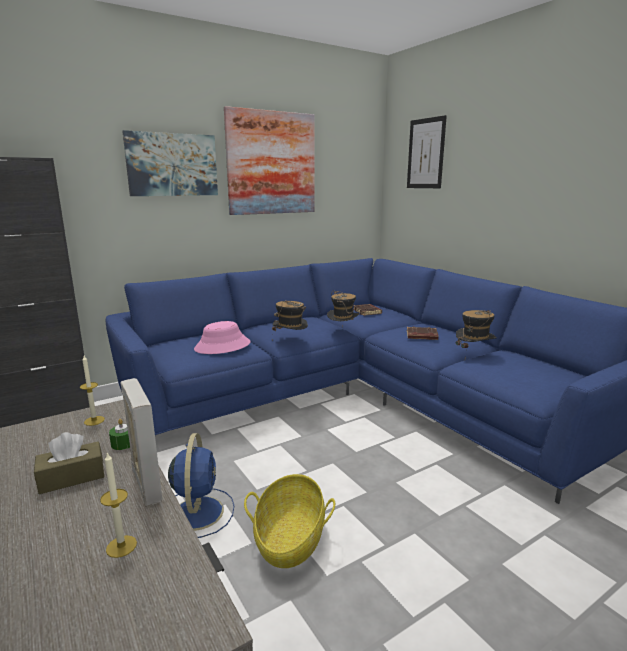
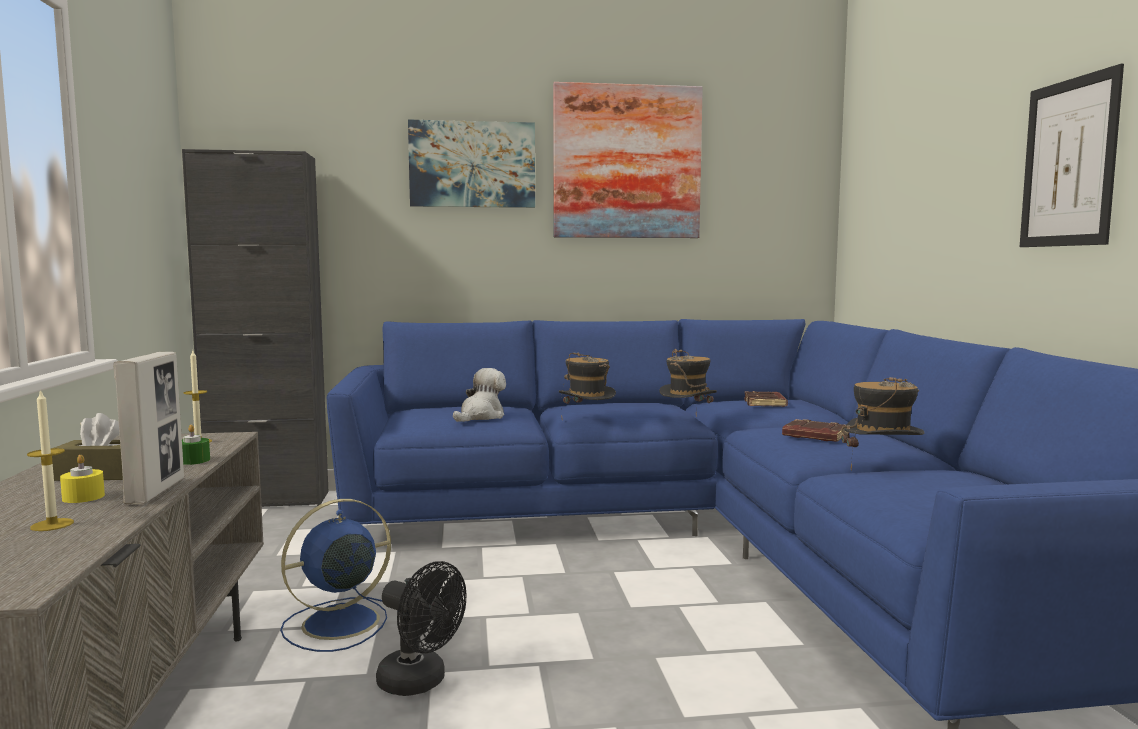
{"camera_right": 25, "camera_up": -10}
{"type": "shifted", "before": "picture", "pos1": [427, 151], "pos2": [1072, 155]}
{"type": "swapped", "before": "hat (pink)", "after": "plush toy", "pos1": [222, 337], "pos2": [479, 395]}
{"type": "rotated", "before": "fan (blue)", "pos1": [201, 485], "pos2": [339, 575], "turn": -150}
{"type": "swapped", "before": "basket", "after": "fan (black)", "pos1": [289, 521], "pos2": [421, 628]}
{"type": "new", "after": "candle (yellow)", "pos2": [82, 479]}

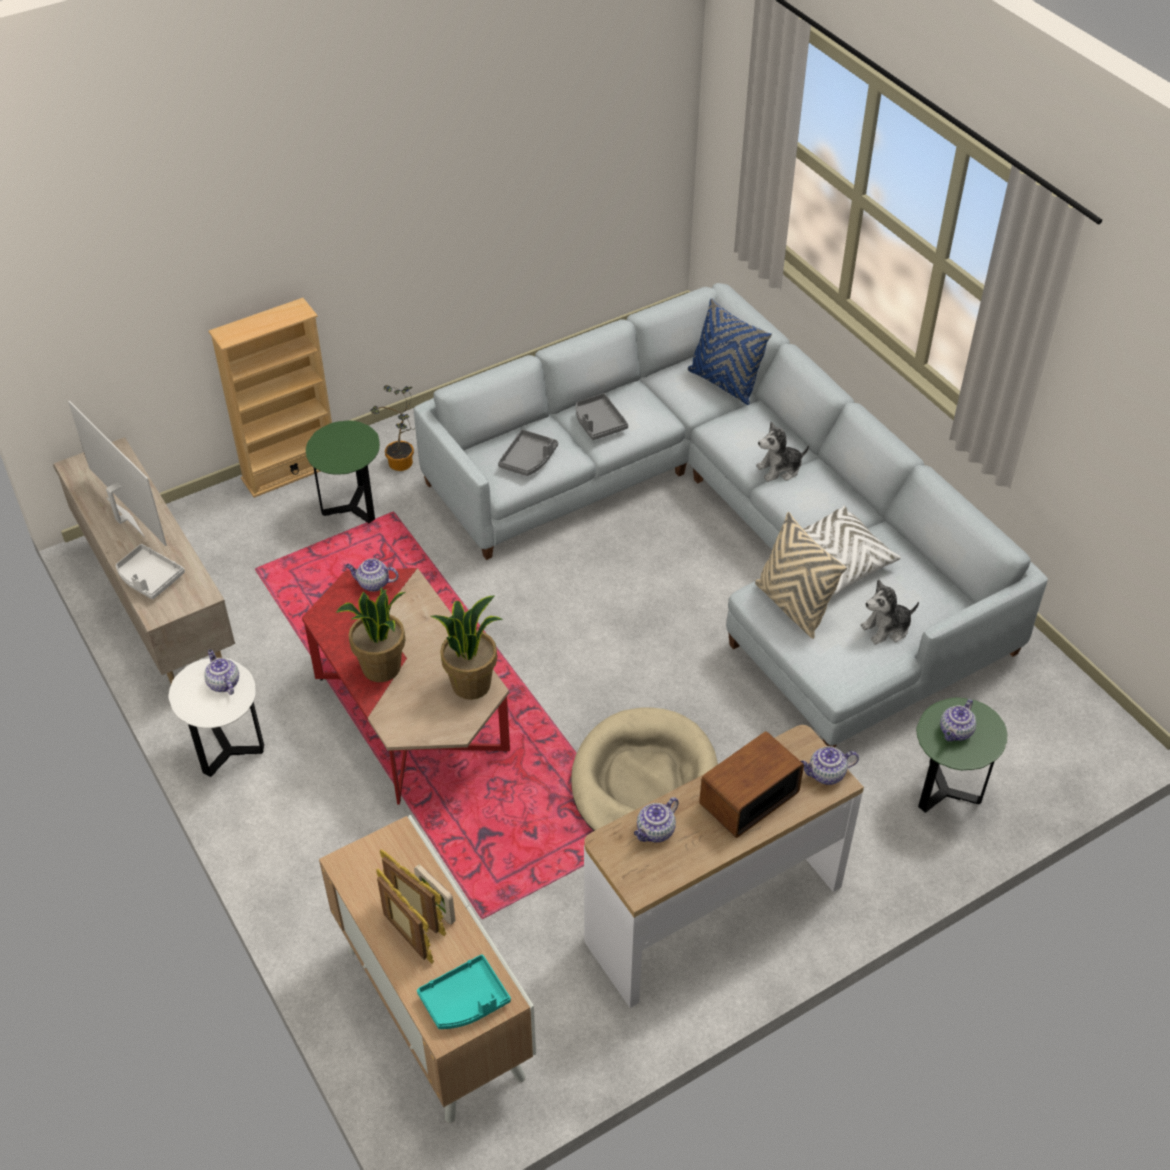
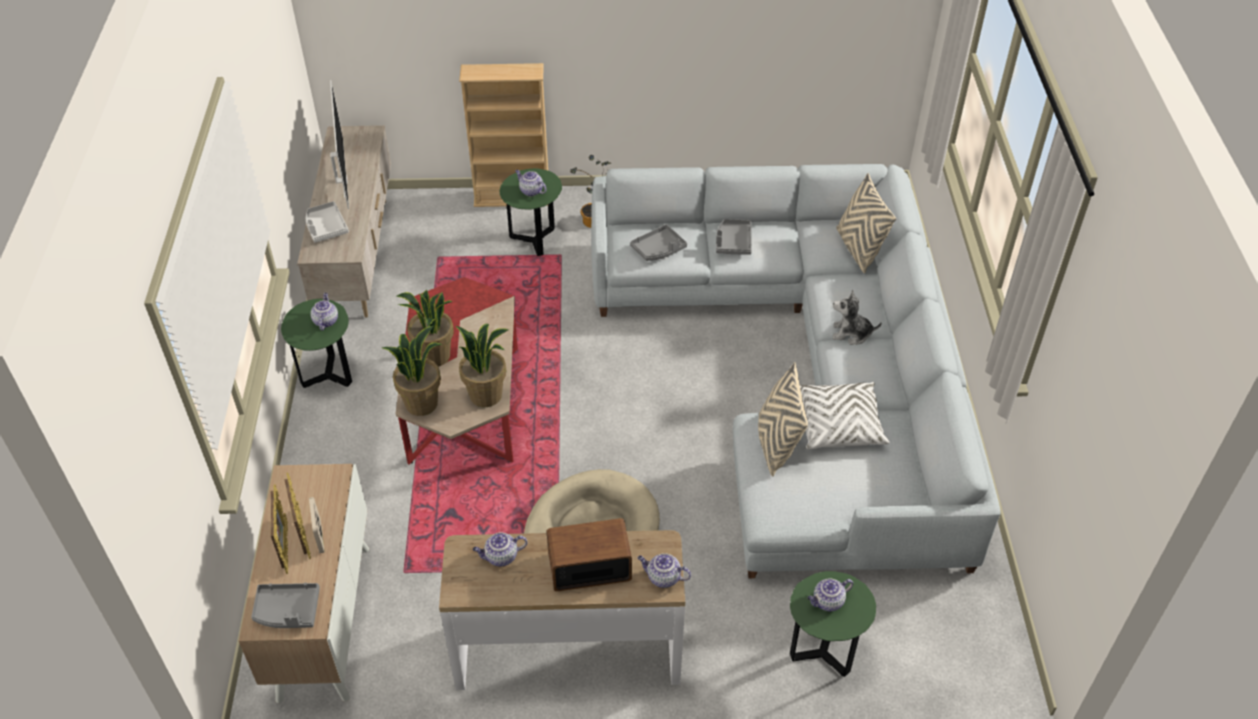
{"camera_right": 30, "camera_up": 0}
{"type": "repainted", "before": "pillow (blue)", "after": "pillow (beige)", "pos1": [730, 351], "pos2": [866, 223]}
{"type": "shifted", "before": "teapot", "pos1": [372, 575], "pos2": [531, 183]}
{"type": "gone", "before": "plush toy", "pos1": [889, 612]}
{"type": "repainted", "before": "side table (white)", "after": "side table (green)", "pos1": [216, 717], "pos2": [316, 343]}
{"type": "repainted", "before": "tray (turquoise)", "after": "tray (grey)", "pos1": [464, 991], "pos2": [285, 605]}
{"type": "new", "after": "potted plant", "pos2": [412, 371]}

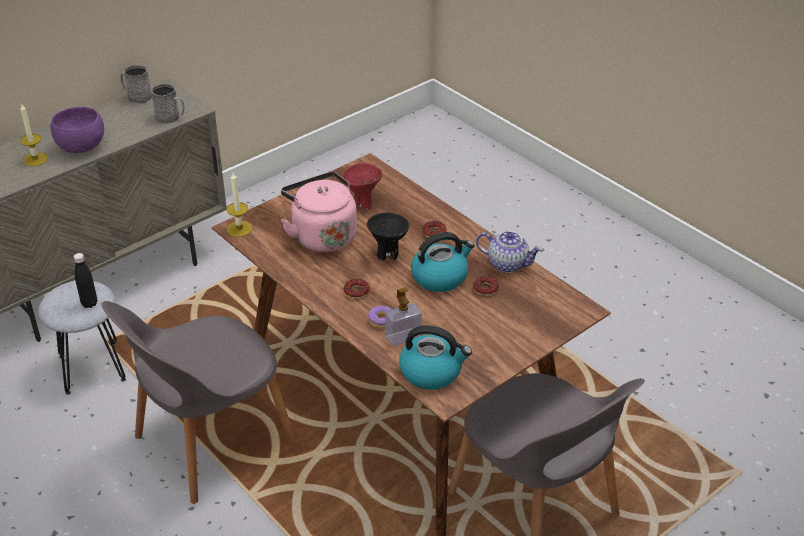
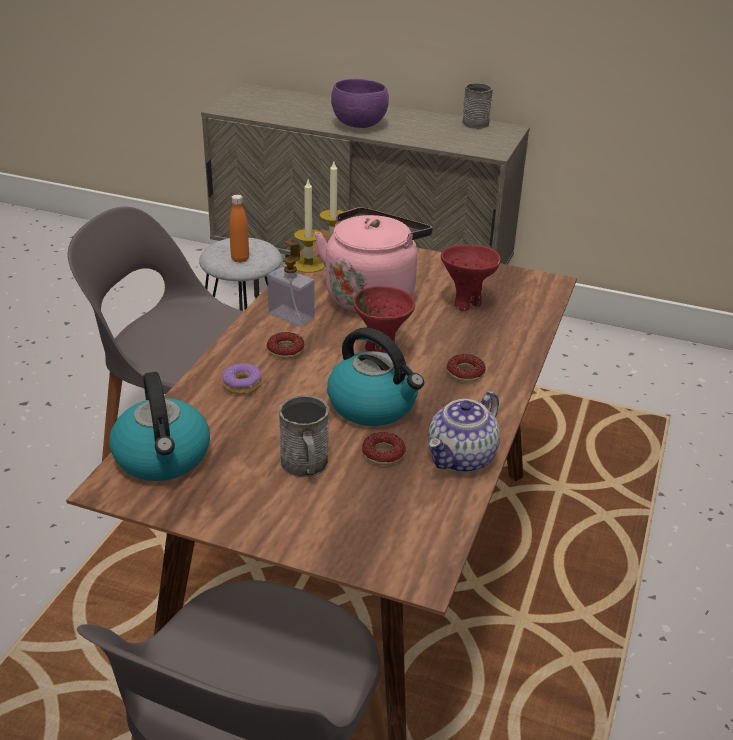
{"camera_right": 60, "camera_up": -5}
{"type": "shifted", "before": "mug (grey)", "pos1": [168, 103], "pos2": [304, 436]}
{"type": "shifted", "before": "candle", "pos1": [34, 134], "pos2": [309, 226]}
{"type": "repainted", "before": "bowl (black)", "after": "bowl (red)", "pos1": [388, 236], "pos2": [384, 319]}
{"type": "rotated", "before": "teapot", "pos1": [509, 252], "pos2": [464, 432], "turn": 45}
{"type": "repainted", "before": "bottle (black)", "after": "bottle (orange)", "pos1": [85, 280], "pos2": [239, 229]}
{"type": "shifted", "before": "soap dispenser", "pos1": [403, 317], "pos2": [291, 283]}

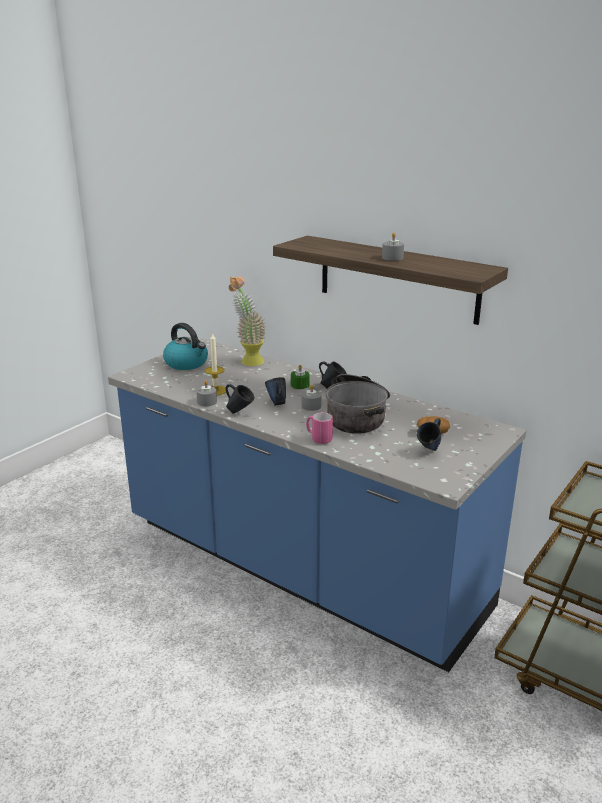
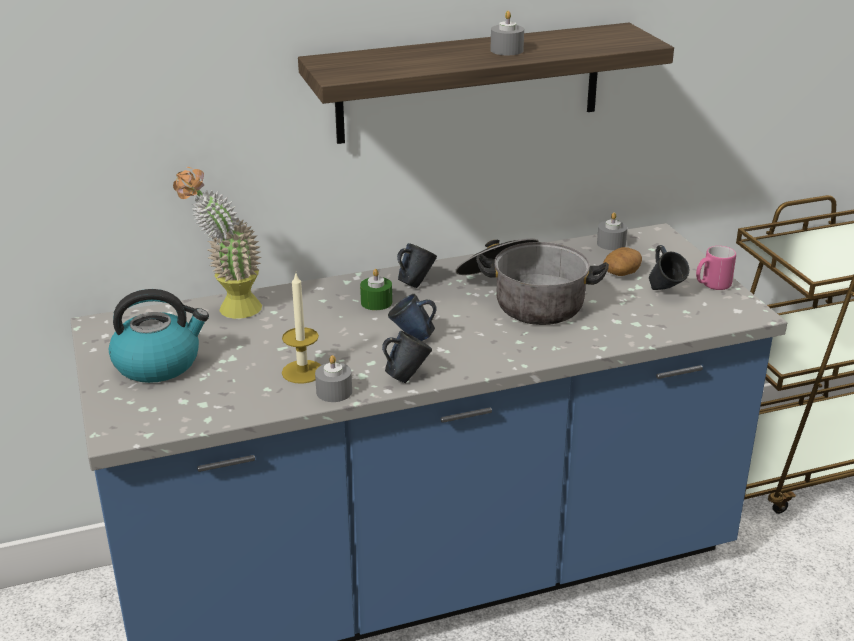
{"camera_right": -55, "camera_up": 5}
{"type": "shifted", "before": "candle (grey)", "pos1": [312, 397], "pos2": [612, 231]}
{"type": "shifted", "before": "mug (pink)", "pos1": [319, 428], "pos2": [716, 268]}

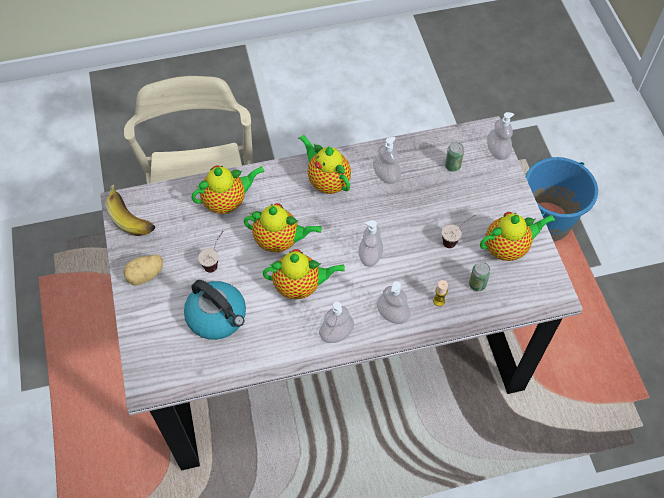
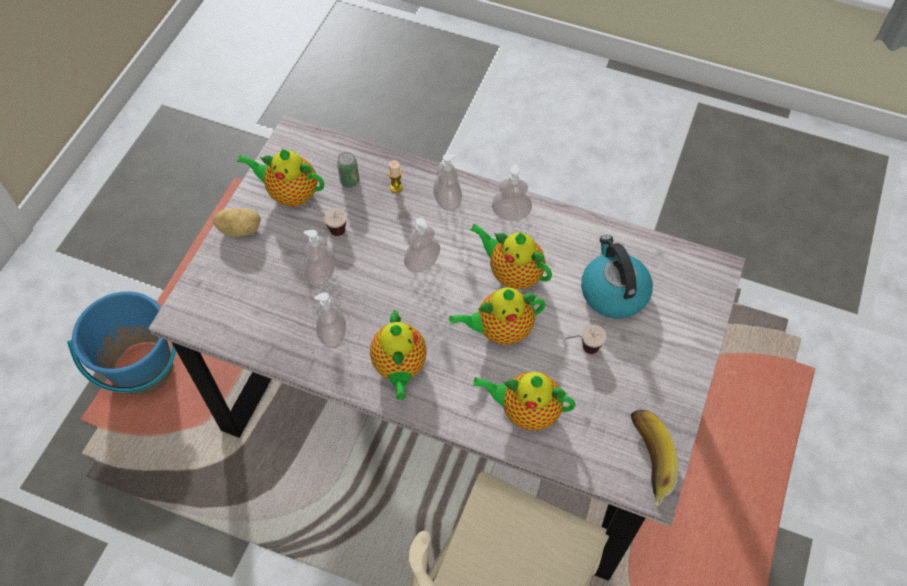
{"camera_right": -145, "camera_up": 0}
{"type": "shifted", "before": "soap dispenser", "pos1": [500, 136], "pos2": [319, 258]}
{"type": "gone", "before": "can", "pos1": [454, 157]}
{"type": "rotated", "before": "teapot", "pos1": [283, 227], "pos2": [497, 316], "turn": -60}
{"type": "shifted", "before": "potato", "pos1": [143, 270], "pos2": [237, 222]}

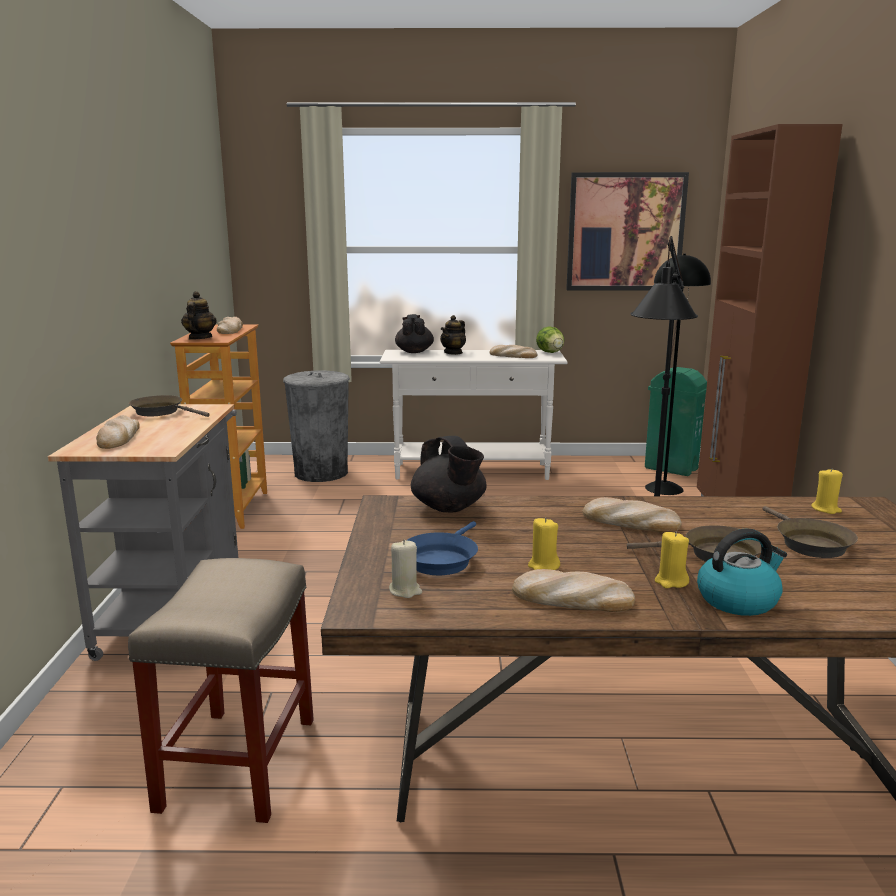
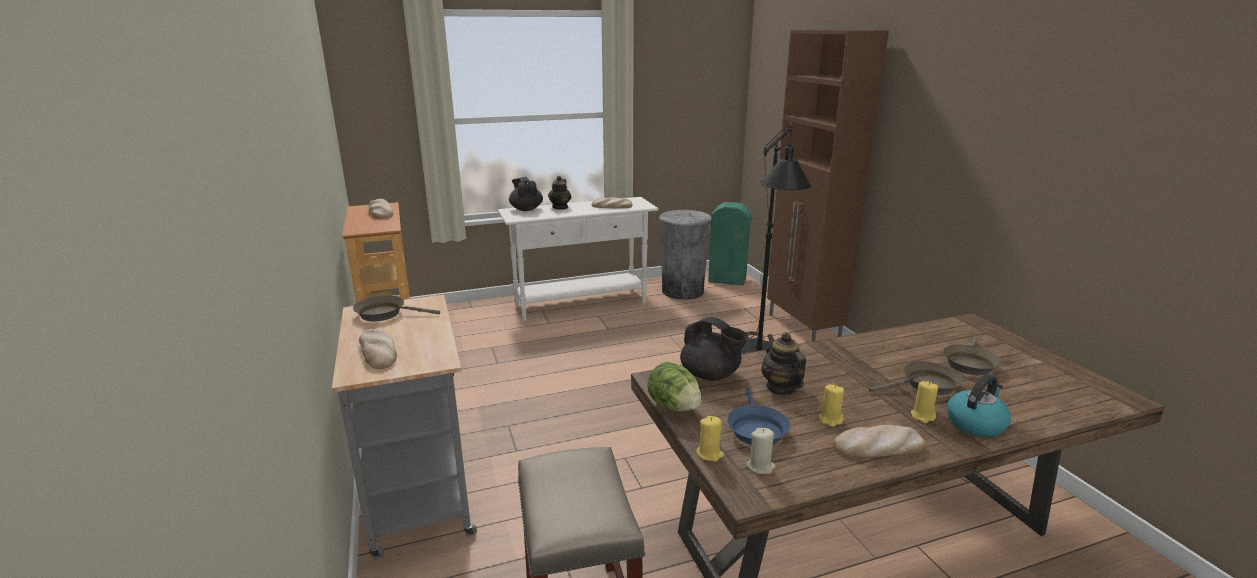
{"camera_right": -20, "camera_up": 5}
{"type": "gone", "before": "picture", "pos1": [627, 231]}
{"type": "gone", "before": "floor lamp (black)", "pos1": [678, 374]}
{"type": "shifted", "before": "teapot", "pos1": [199, 315], "pos2": [783, 363]}
{"type": "shifted", "before": "lettuce", "pos1": [550, 339], "pos2": [674, 387]}
{"type": "shifted", "before": "trash can (grey)", "pos1": [316, 426], "pos2": [685, 255]}
{"type": "shifted", "before": "candle (yellow)", "pos1": [827, 491], "pos2": [710, 439]}
{"type": "gone", "before": "bread", "pos1": [632, 514]}
{"type": "rotated", "before": "frying pan (brown)", "pos1": [810, 532], "pos2": [972, 355], "turn": 60}

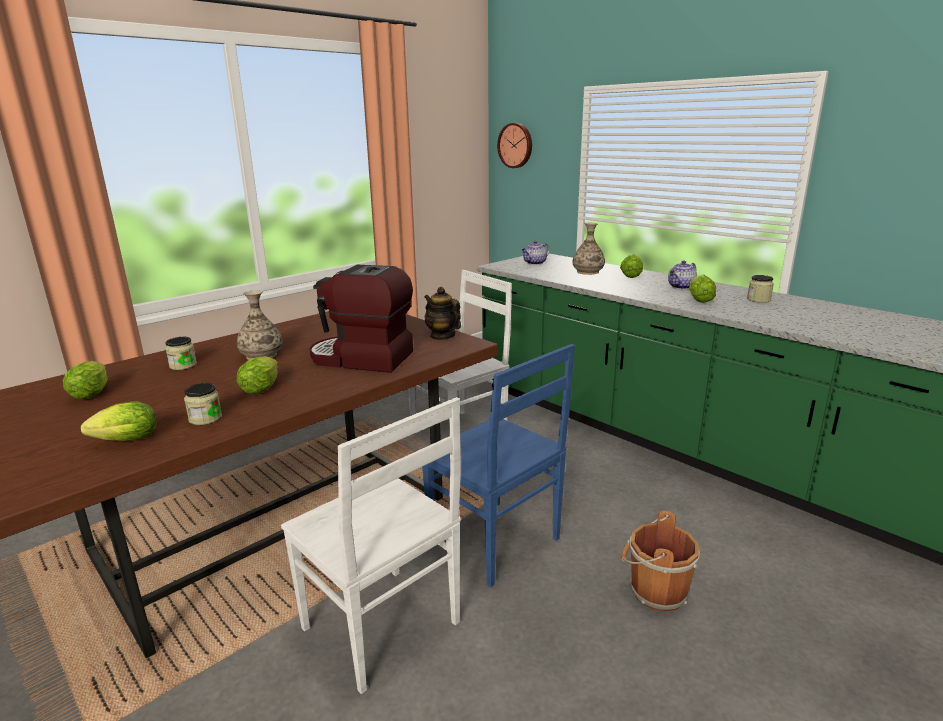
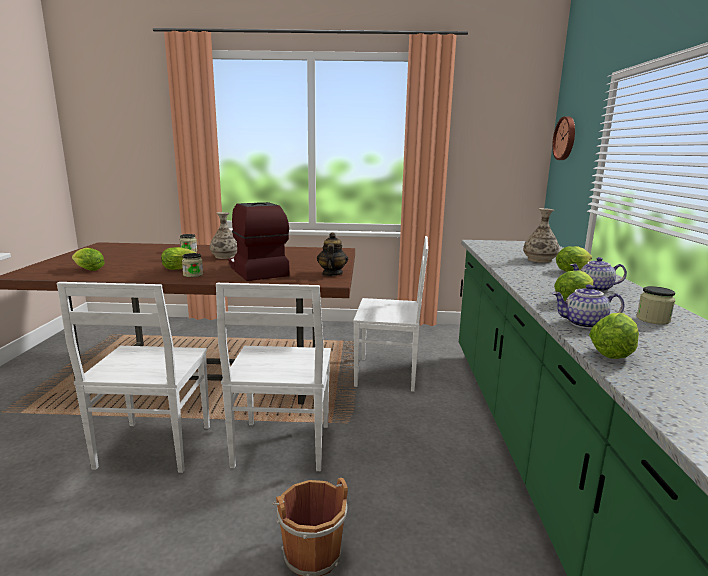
{"camera_right": 45, "camera_up": -5}
{"type": "shifted", "before": "teapot", "pos1": [535, 253], "pos2": [588, 307]}
{"type": "repainted", "before": "chair (blue)", "after": "chair (white)", "pos1": [498, 465], "pos2": [273, 377]}
{"type": "shifted", "before": "lettuce", "pos1": [85, 380], "pos2": [614, 336]}
{"type": "shifted", "before": "jar", "pos1": [203, 404], "pos2": [192, 265]}

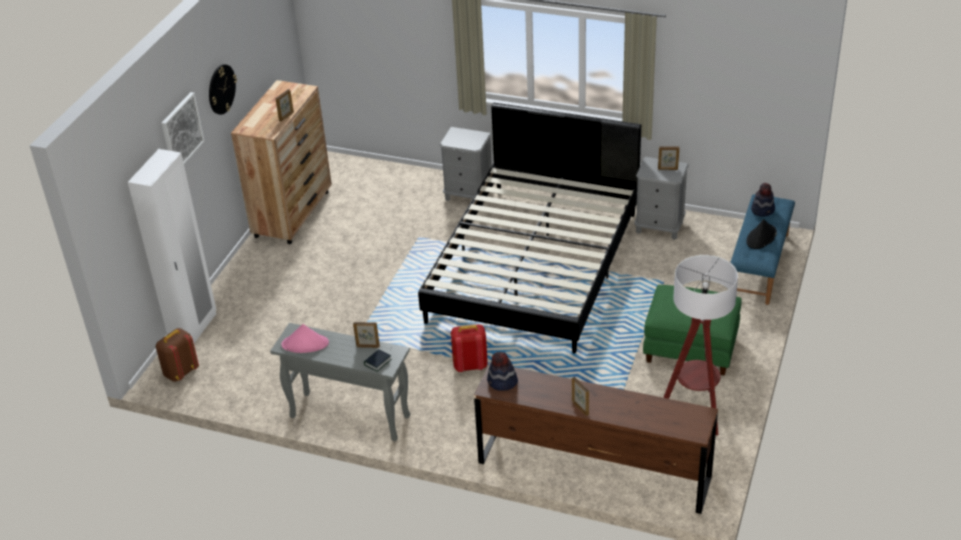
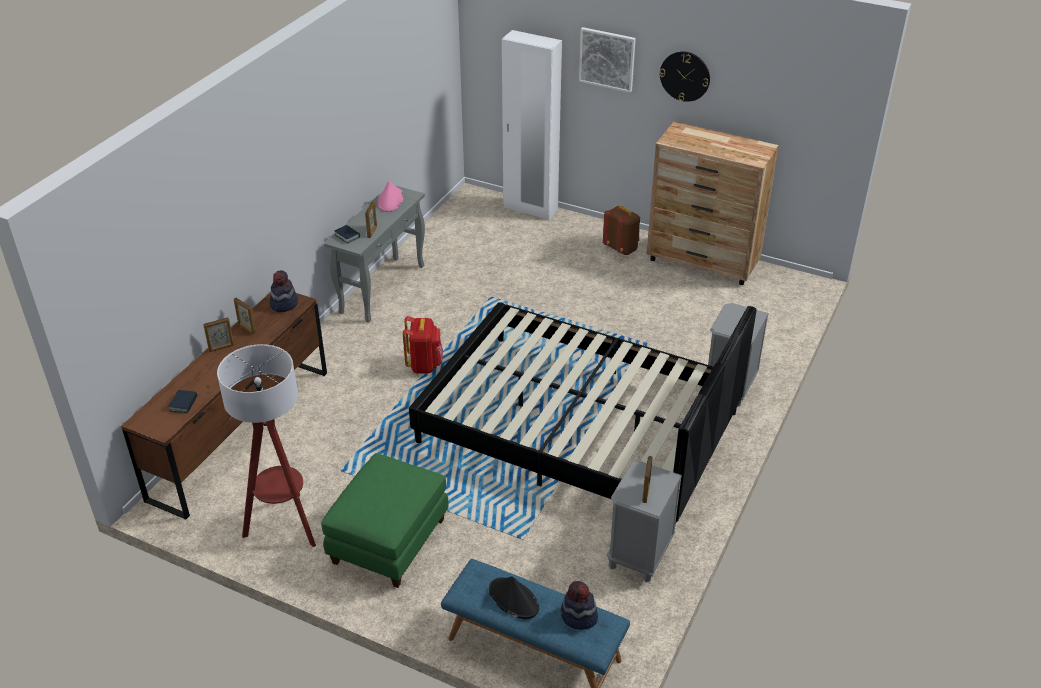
{"camera_right": 95, "camera_up": 0}
{"type": "shifted", "before": "picture frame", "pos1": [284, 105], "pos2": [245, 316]}
{"type": "shifted", "before": "backpack (brown)", "pos1": [177, 355], "pos2": [621, 230]}
{"type": "new", "after": "book", "pos2": [183, 401]}

